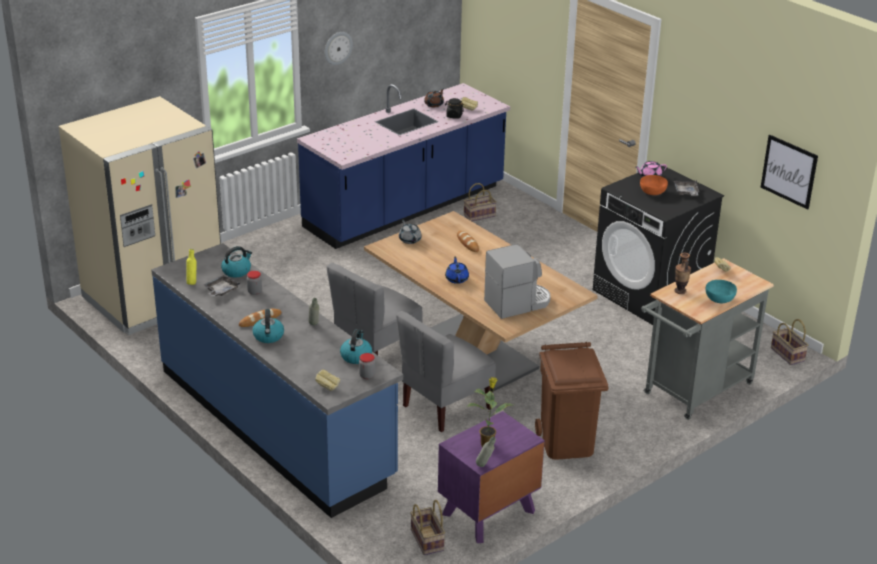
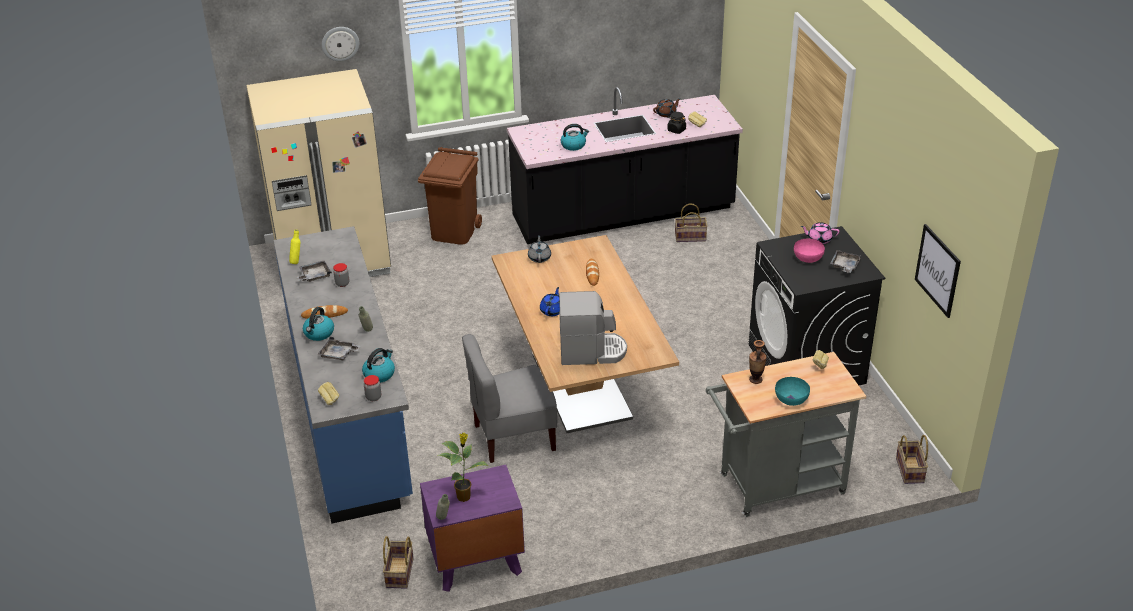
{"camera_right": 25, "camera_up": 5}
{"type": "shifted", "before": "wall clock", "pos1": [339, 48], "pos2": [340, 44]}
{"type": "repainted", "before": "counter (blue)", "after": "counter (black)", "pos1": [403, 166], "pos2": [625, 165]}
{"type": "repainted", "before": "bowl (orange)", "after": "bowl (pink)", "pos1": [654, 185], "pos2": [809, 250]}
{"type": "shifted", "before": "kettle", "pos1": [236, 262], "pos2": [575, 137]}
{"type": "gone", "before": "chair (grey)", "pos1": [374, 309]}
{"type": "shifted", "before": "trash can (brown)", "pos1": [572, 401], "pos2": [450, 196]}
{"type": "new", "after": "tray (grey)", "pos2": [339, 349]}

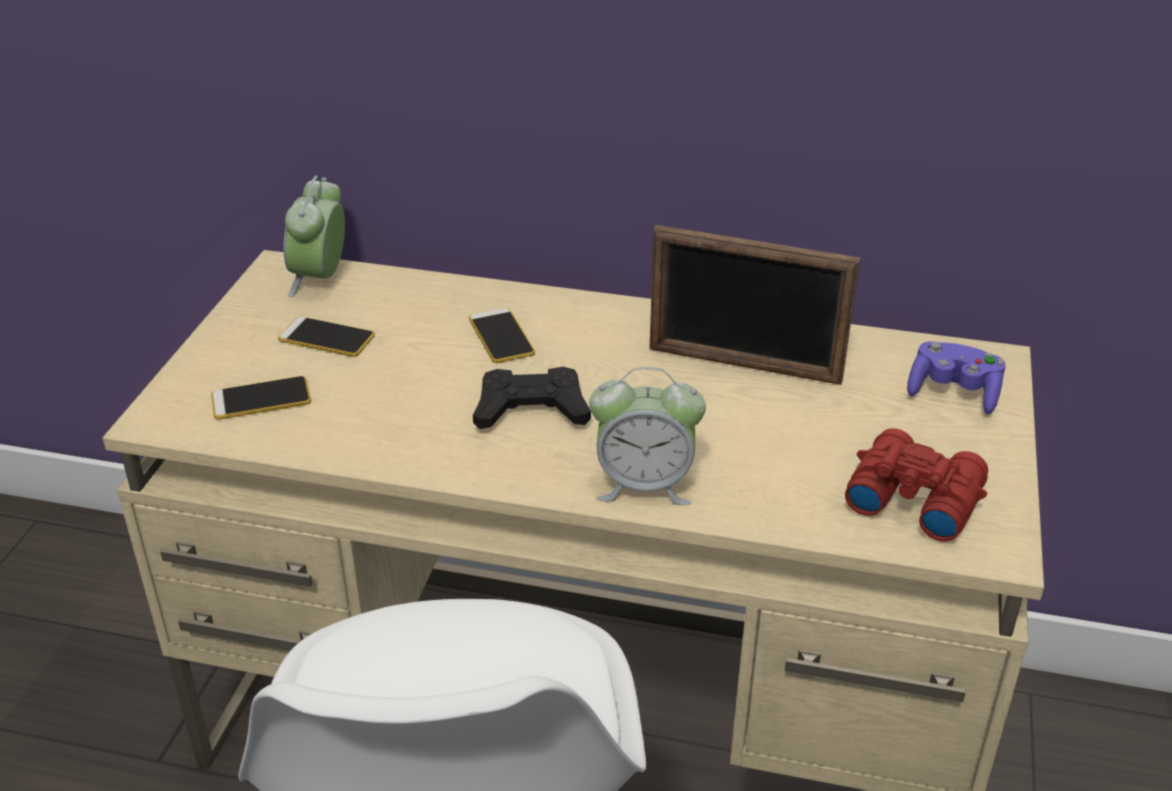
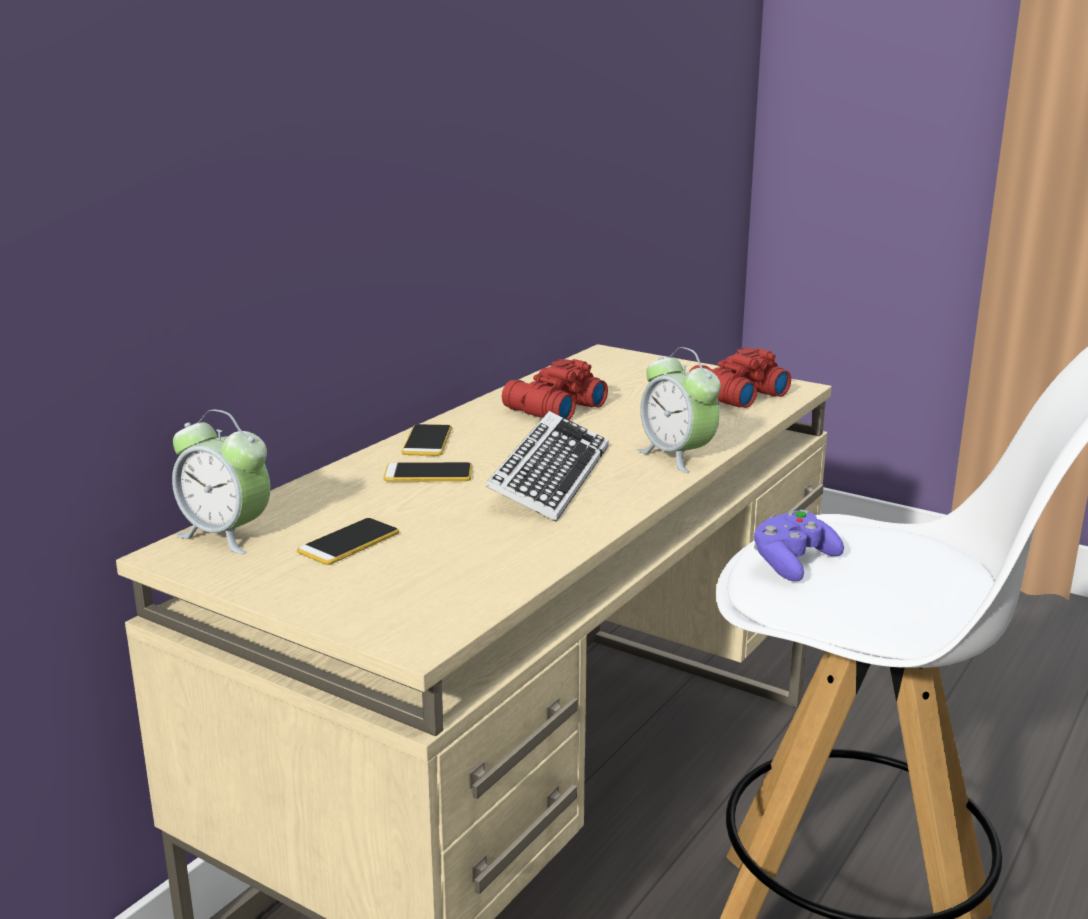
{"camera_right": -70, "camera_up": -15}
{"type": "swapped", "before": "picture frame", "after": "binoculars (red)", "pos1": [754, 305], "pos2": [555, 389]}
{"type": "shifted", "before": "game controller (purple)", "pos1": [956, 377], "pos2": [798, 545]}
{"type": "swapped", "before": "game controller (black)", "after": "keyboard", "pos1": [532, 398], "pos2": [547, 466]}
{"type": "rotated", "before": "alarm clock", "pos1": [647, 436], "pos2": [679, 410], "turn": 120}
{"type": "shifted", "before": "phone", "pos1": [261, 398], "pos2": [426, 440]}

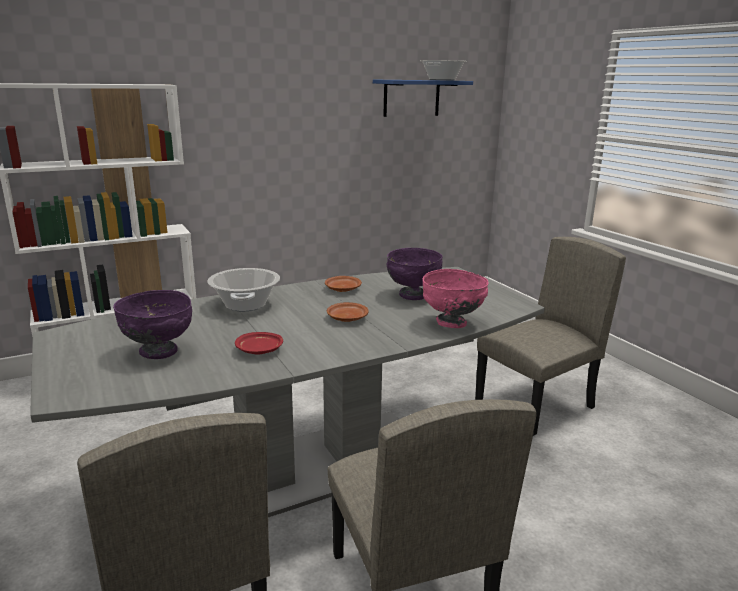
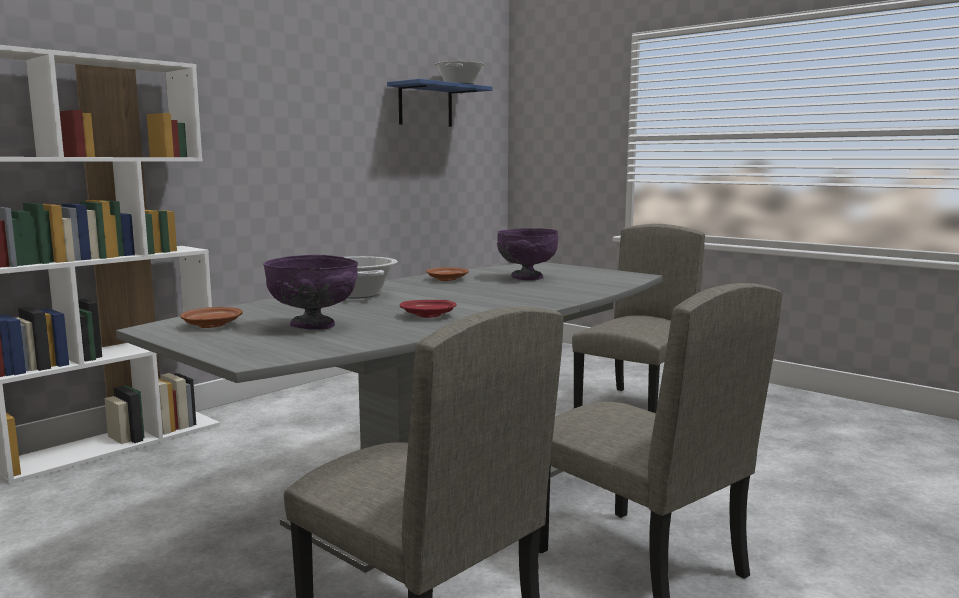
{"camera_right": -20, "camera_up": -10}
{"type": "gone", "before": "bowl (pink)", "pos1": [456, 298]}
{"type": "shifted", "before": "plate (brown)", "pos1": [348, 312], "pos2": [211, 317]}

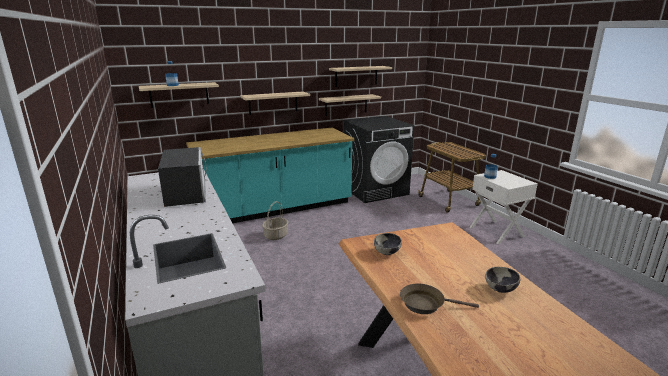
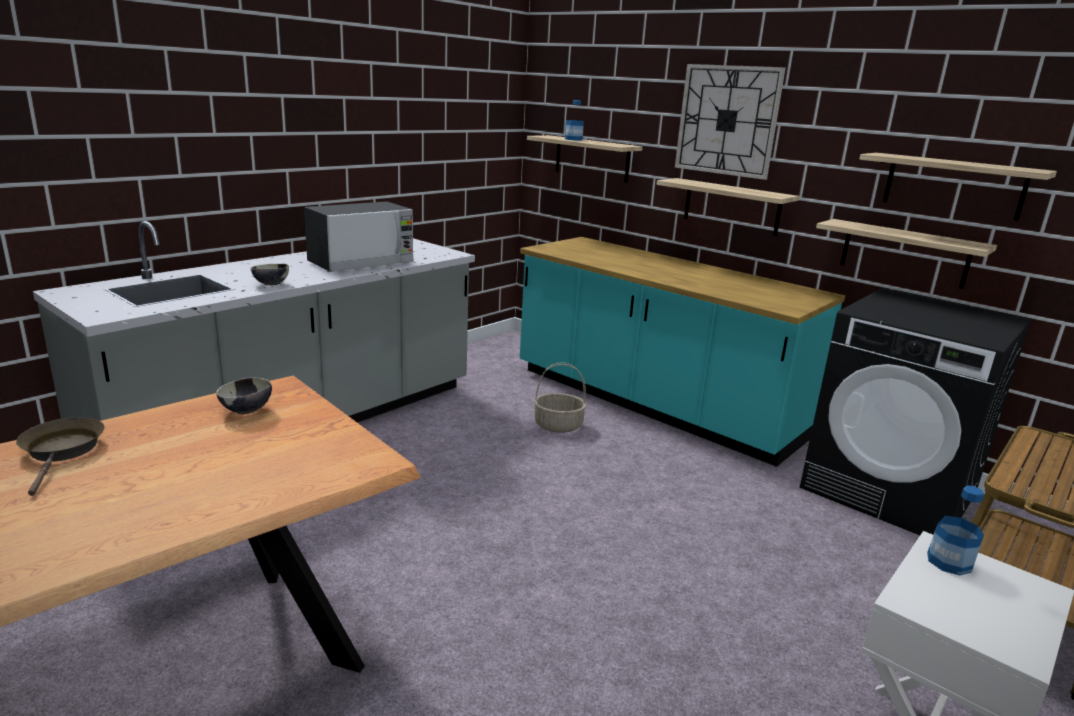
{"camera_right": 65, "camera_up": 0}
{"type": "shifted", "before": "bowl", "pos1": [502, 280], "pos2": [270, 275]}
{"type": "new", "after": "wall clock", "pos2": [730, 122]}

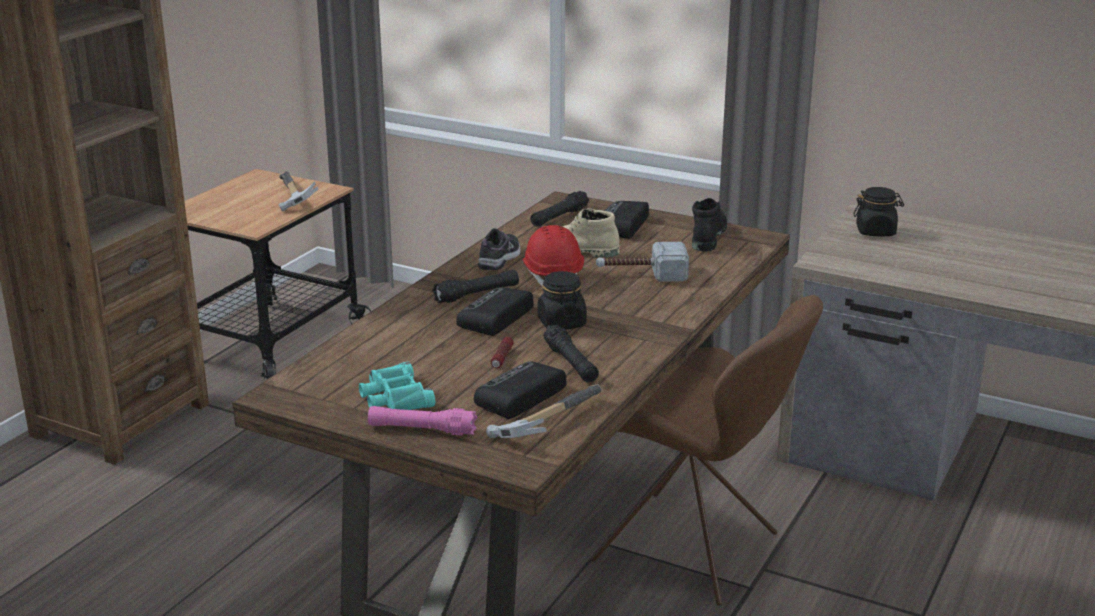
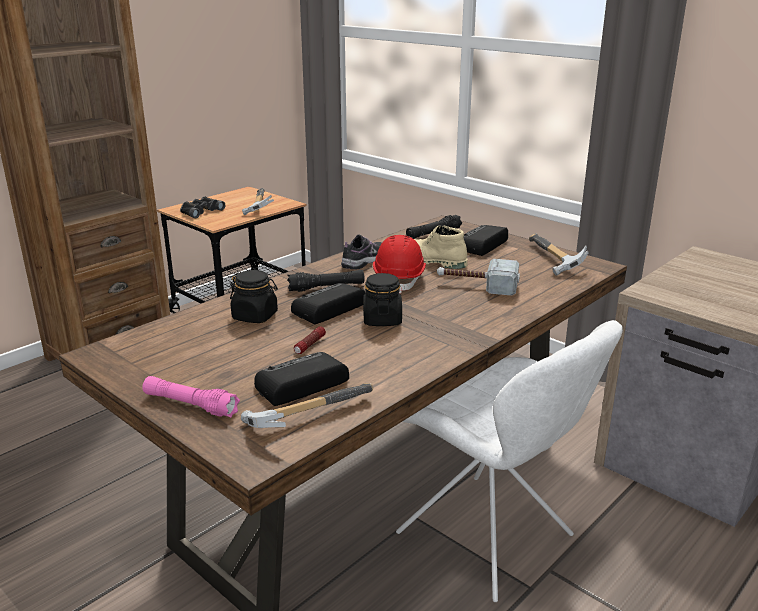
{"camera_right": 15, "camera_up": 0}
{"type": "shifted", "before": "jar (black)", "pos1": [878, 211], "pos2": [254, 296]}
{"type": "swapped", "before": "boot (black)", "after": "hammer", "pos1": [709, 225], "pos2": [559, 255]}
{"type": "repainted", "before": "chair (brown)", "after": "chair (white)", "pos1": [707, 450], "pos2": [509, 461]}
{"type": "gone", "before": "flashlight (black)", "pos1": [571, 354]}
{"type": "gone", "before": "binoculars (turquoise)", "pos1": [397, 385]}
{"type": "new", "after": "binoculars (black)", "pos2": [202, 207]}

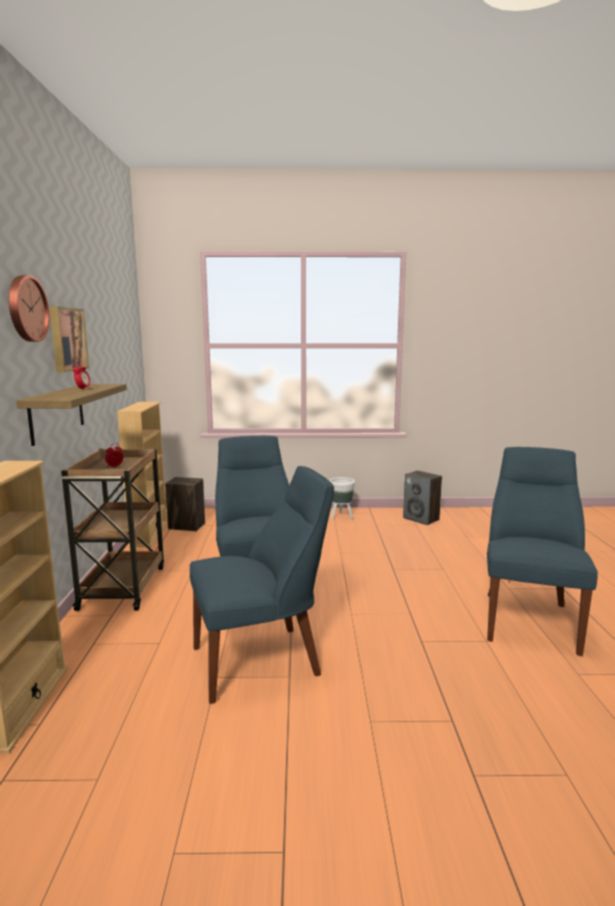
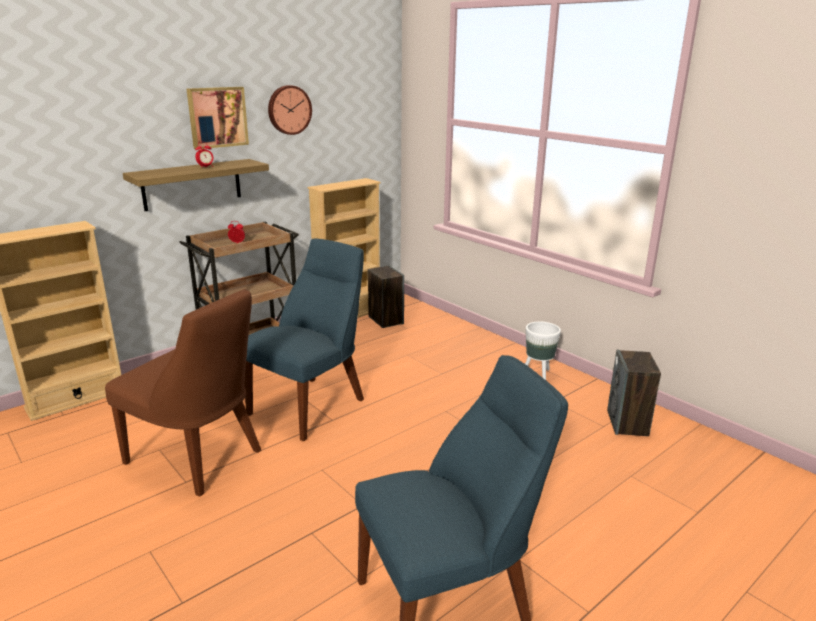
{"camera_right": 50, "camera_up": 10}
{"type": "shifted", "before": "wall clock", "pos1": [29, 308], "pos2": [290, 110]}
{"type": "repainted", "before": "chair (blue)", "after": "chair (brown)", "pos1": [262, 585], "pos2": [183, 393]}

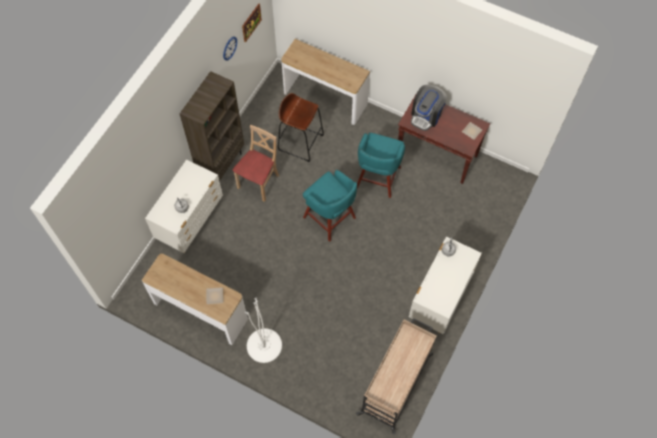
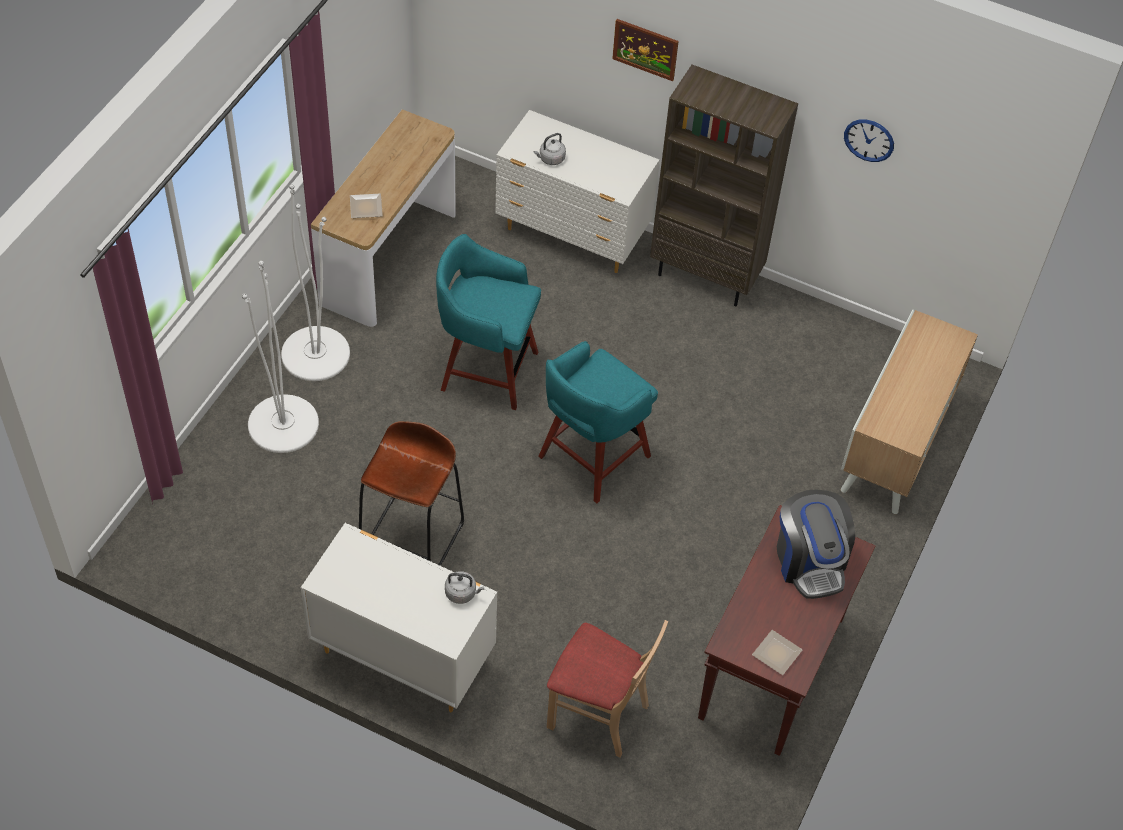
{"camera_right": 85, "camera_up": -10}
{"type": "shifted", "before": "picture", "pos1": [252, 23], "pos2": [645, 50]}
{"type": "swapped", "before": "console table", "after": "cabinet", "pos1": [325, 82], "pos2": [909, 411]}
{"type": "rotated", "before": "coffee machine", "pos1": [429, 108], "pos2": [816, 544], "turn": -135}
{"type": "shifted", "before": "stool (brown)", "pos1": [301, 127], "pos2": [411, 493]}
{"type": "shifted", "before": "chair (beige)", "pos1": [255, 163], "pos2": [607, 689]}
{"type": "shifted", "before": "stool (turquoise)", "pos1": [381, 165], "pos2": [488, 322]}
{"type": "gone", "before": "cart (beige)", "pos1": [396, 376]}
{"type": "new", "after": "floor lamp (white)", "pos2": [280, 357]}

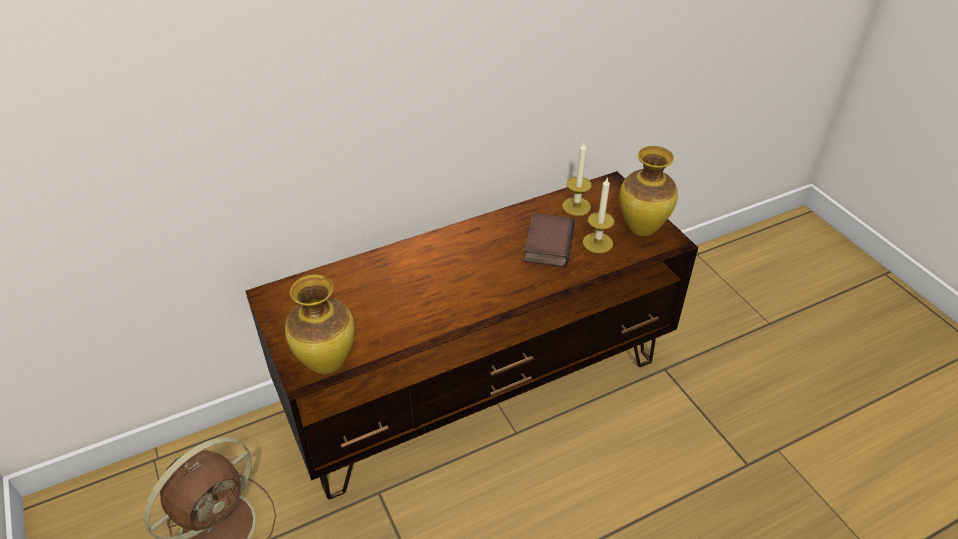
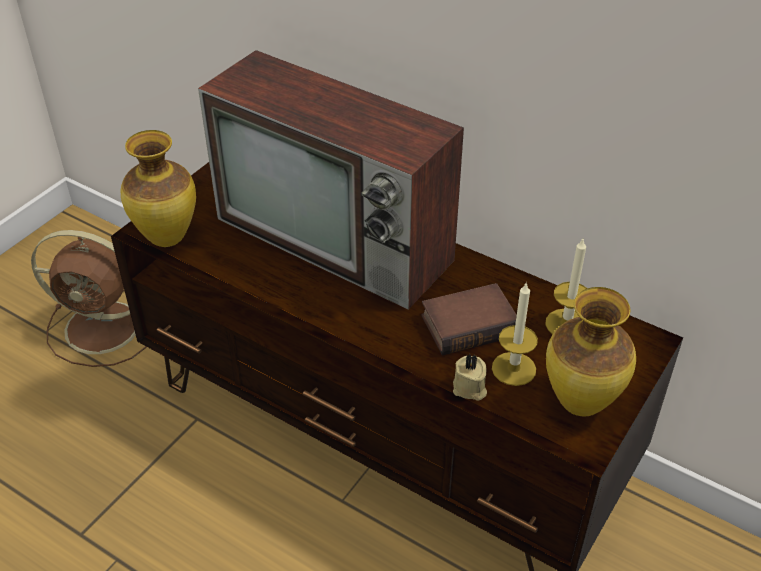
{"camera_right": 60, "camera_up": 0}
{"type": "new", "after": "television", "pos2": [331, 180]}
{"type": "new", "after": "candle (beige)", "pos2": [470, 377]}

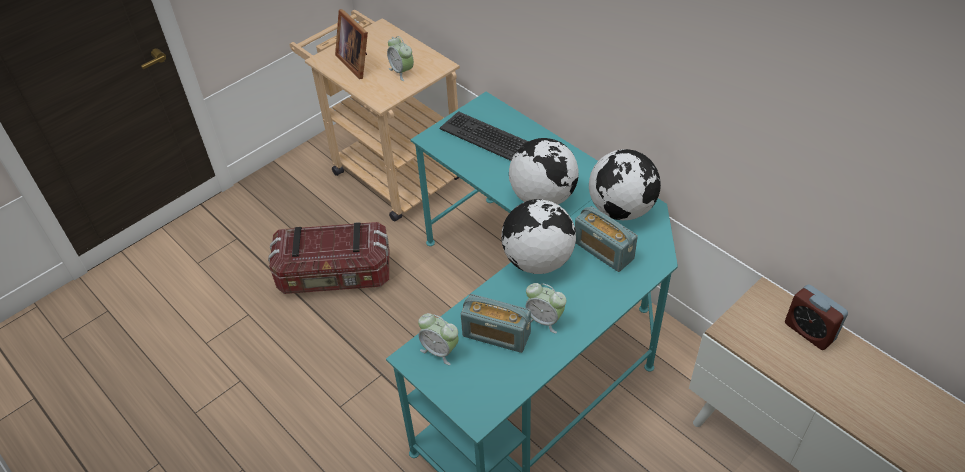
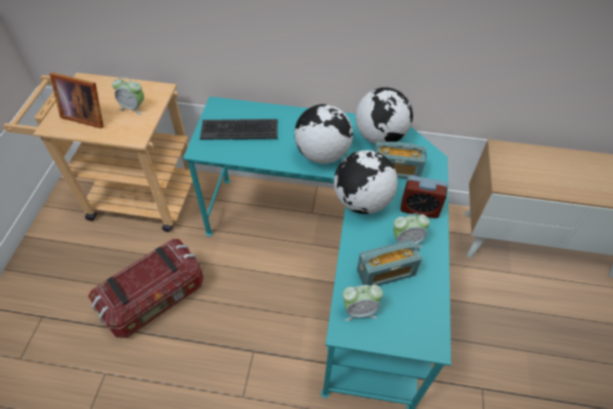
{"camera_right": -40, "camera_up": 5}
{"type": "shifted", "before": "alarm clock", "pos1": [816, 317], "pos2": [424, 196]}

